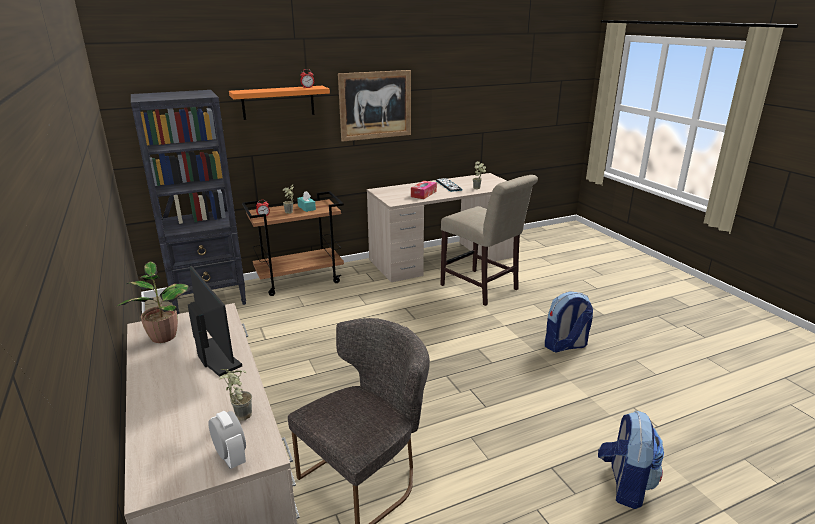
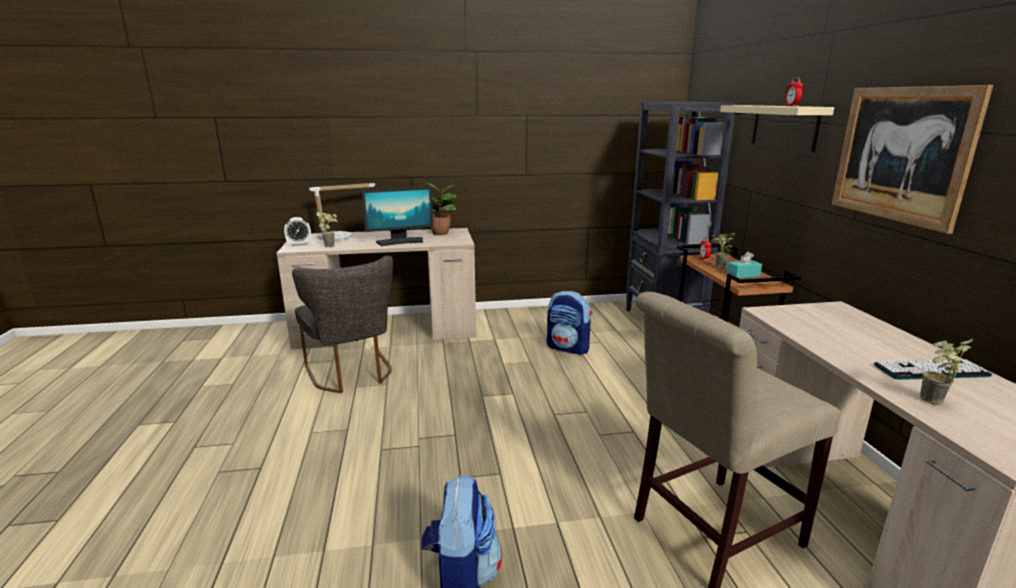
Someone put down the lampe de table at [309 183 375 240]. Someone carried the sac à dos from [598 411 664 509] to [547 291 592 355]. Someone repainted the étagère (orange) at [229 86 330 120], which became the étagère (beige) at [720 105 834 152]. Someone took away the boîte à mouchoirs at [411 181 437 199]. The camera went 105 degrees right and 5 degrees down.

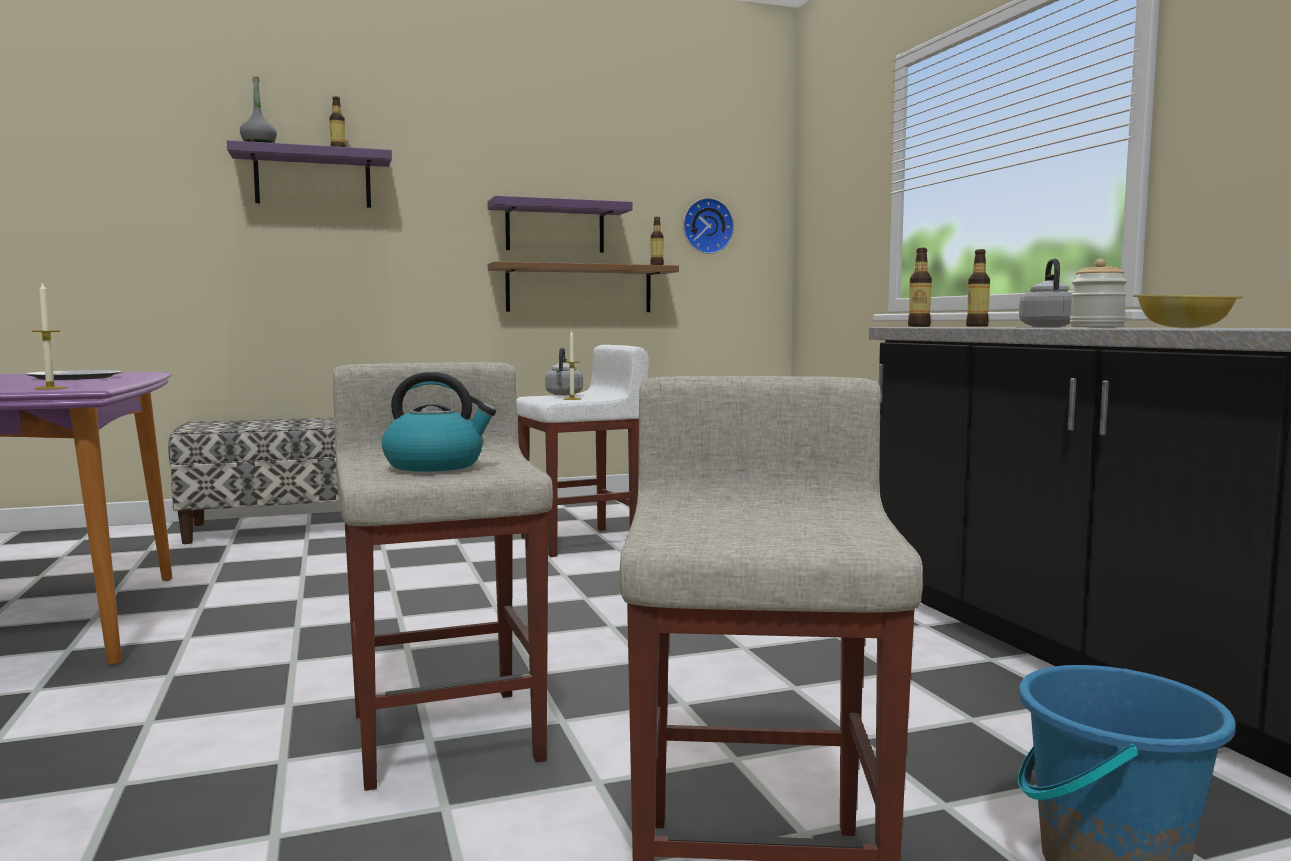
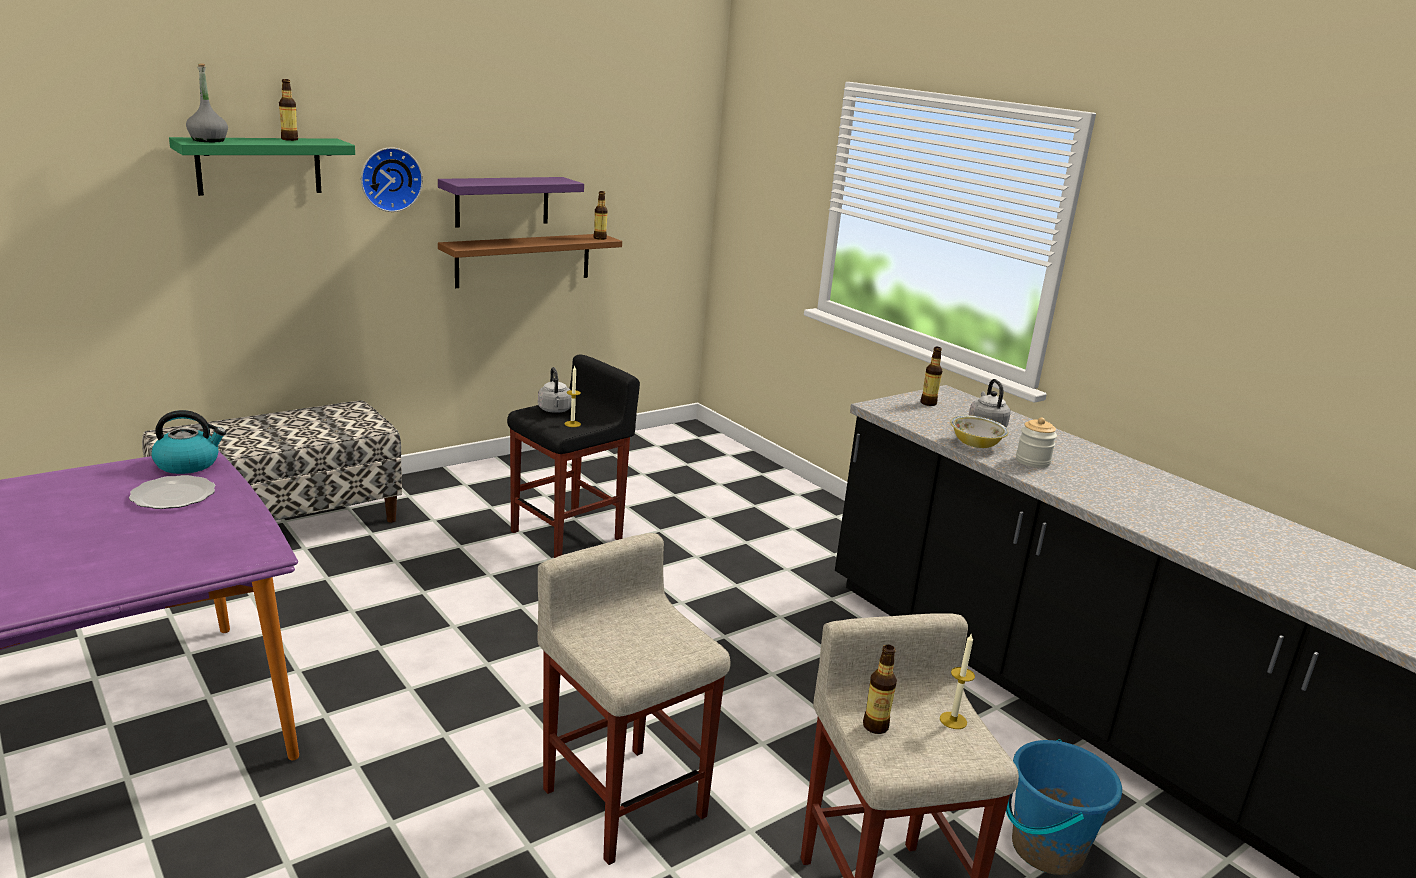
Someone carried the bouilloire from [382 372 496 472] to [151 410 226 474]. Someone repainted the étagère (violet) at [227 140 392 208], which became the étagère (vert) at [169 137 355 196]. Someone carried the horloge murale from [683 198 734 254] to [361 147 423 212]. Someone repainted the tabouret (blanc) at [516 345 649 557], which became the tabouret (noir) at [507 355 640 558]. Someone carried the bouteille from [908 248 932 327] to [863 645 897 734]. Someone carried the bougie from [32 281 67 389] to [940 634 975 729]. Someone carried the bol from [1133 294 1242 328] to [950 415 1008 448]. The camera went 20 degrees left and 15 degrees up.

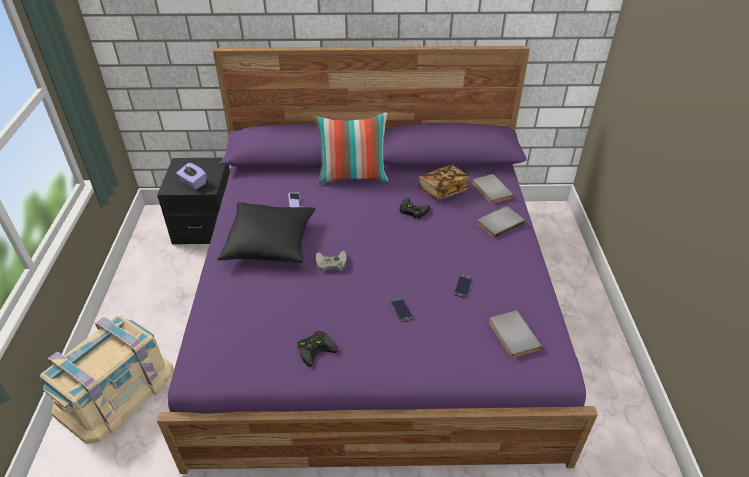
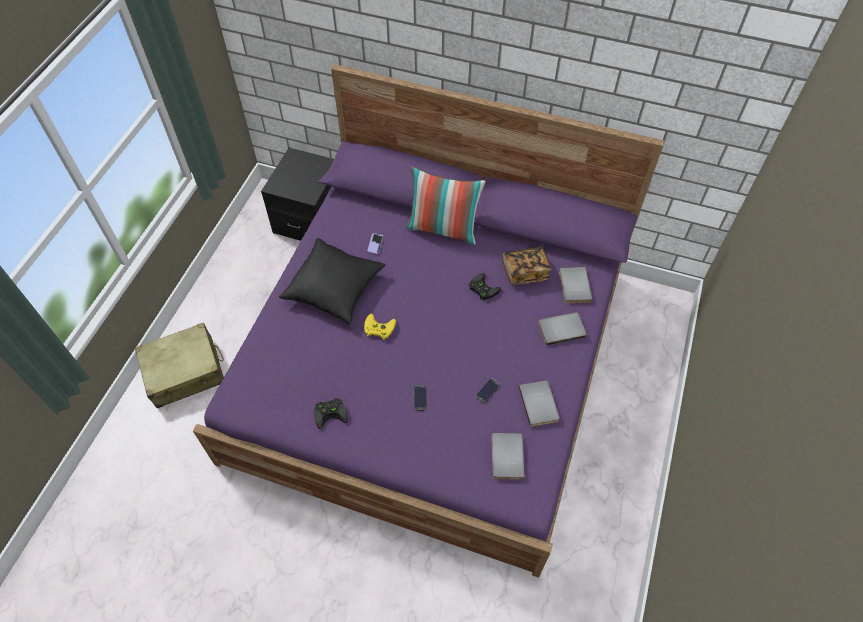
Someone swapped the boîte de rangement (beige) at [40 315 173 444] for the valise (beige) at [135 323 224 408]. Someone repainted the manette (gris) at [316 251 347 272], which became the manette (jaune) at [364 314 396 340]. Someone put down the livre (gris) at [519 380 559 427]. Someone took away the boîte à mouchoirs (violet) at [176 163 206 190]. The camera went 20 degrees right and 15 degrees up.

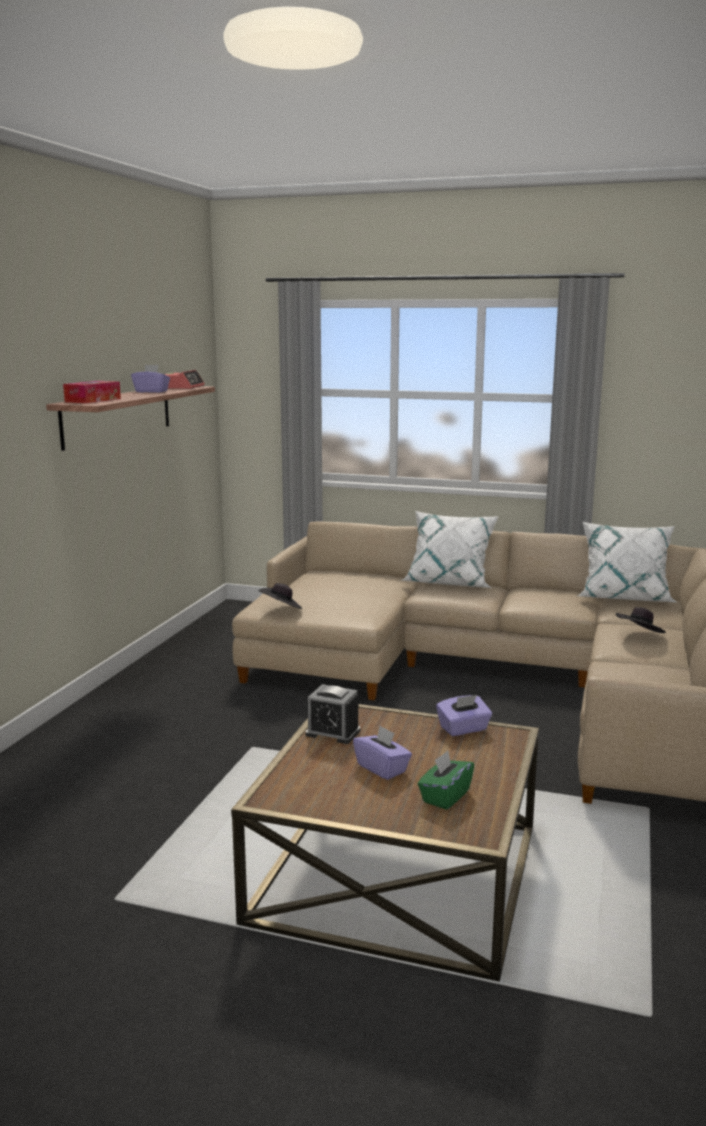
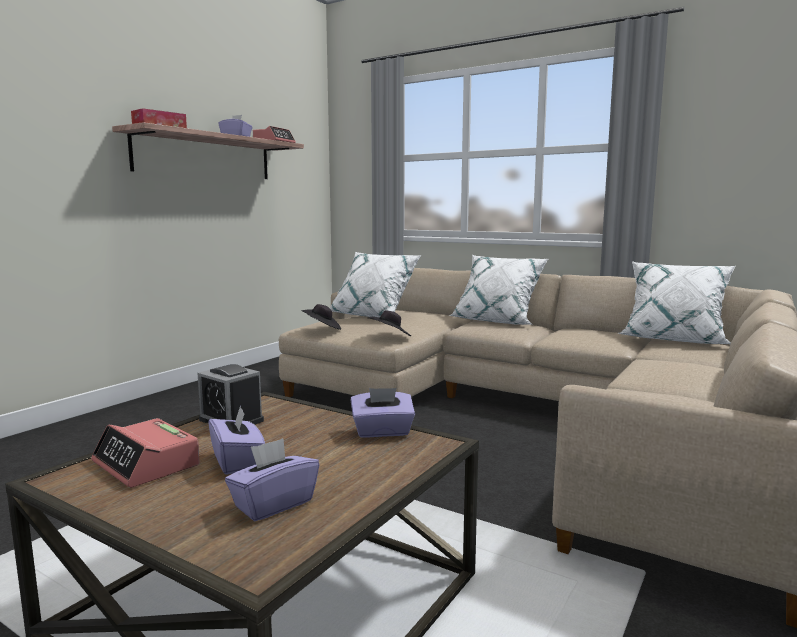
Someone put down the réveil at [91 418 200 488]. Someone repainted the boîte à mouchoirs (vert) at [418 751 474 810], which became the boîte à mouchoirs (violet) at [225 438 319 522]. Someone put down the coussin (blanc) at [330 252 421 318]. Someone carried the chapeau (noir) from [616 607 666 633] to [368 310 411 336]. The camera went 15 degrees right and 5 degrees down.

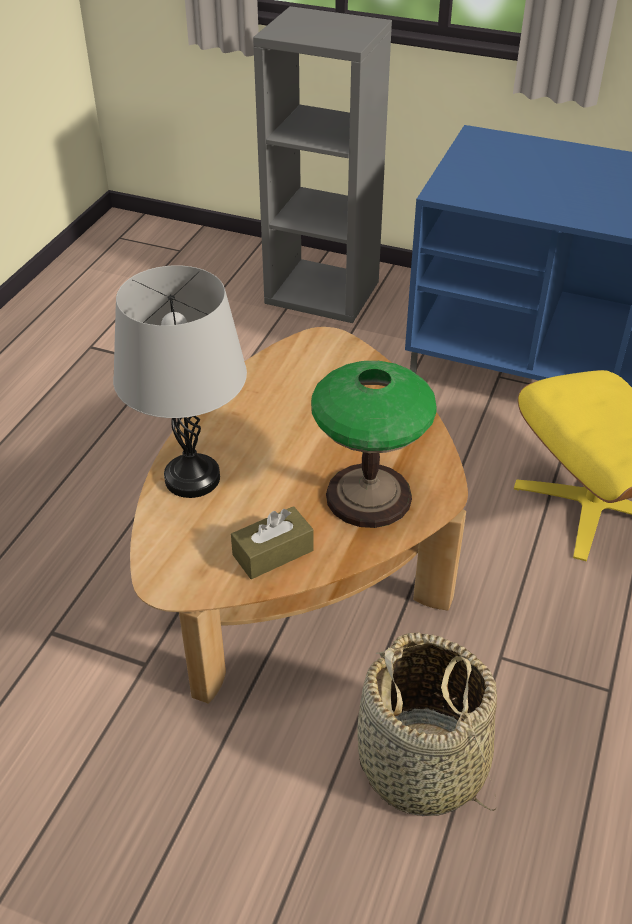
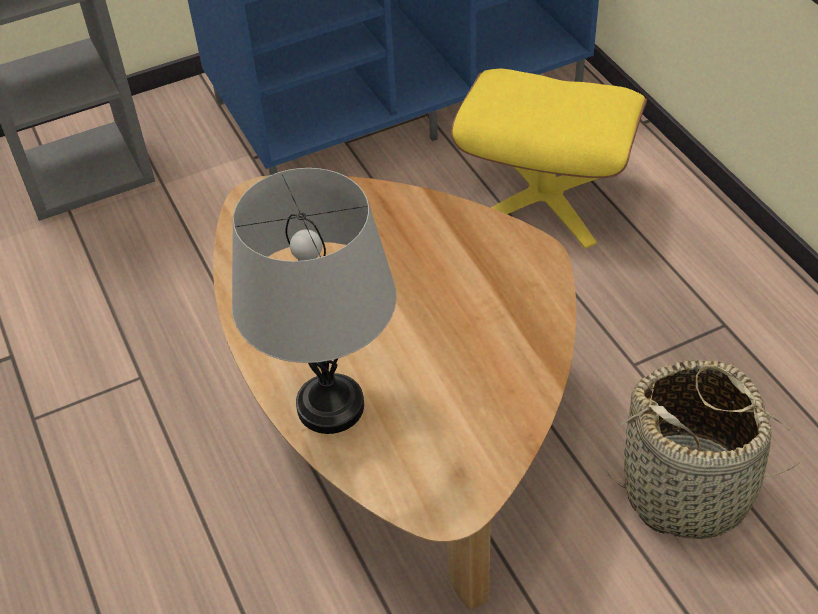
Someone took away the boîte à mouchoirs (marron) at [231 506 314 579]. Someone took away the lampe de table at [311 361 437 528]. The camera went 45 degrees left and 5 degrees up.

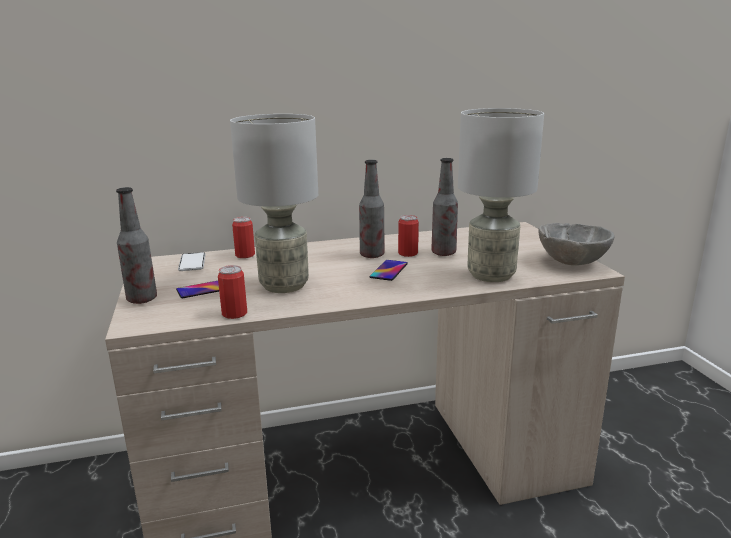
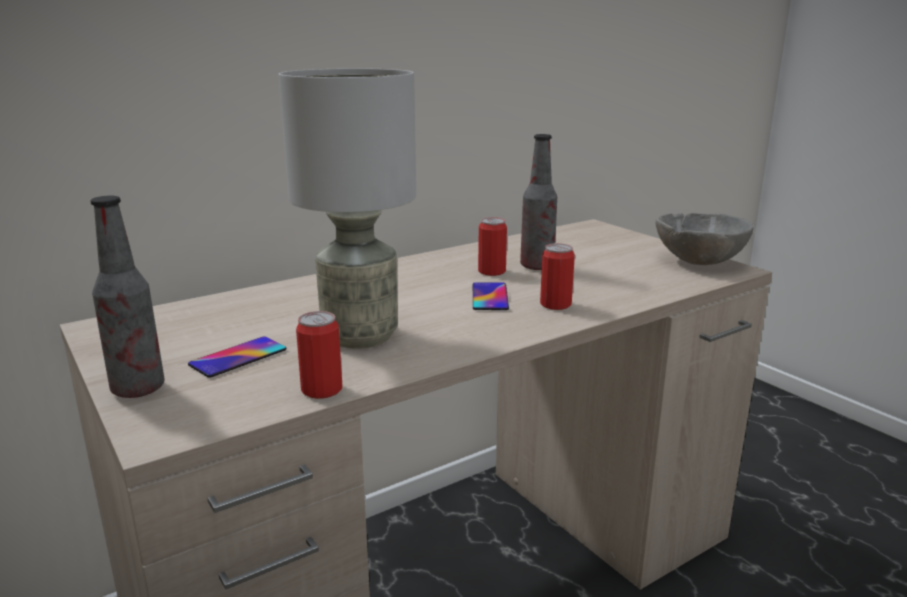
Someone carried the boîte métallique from [232 217 255 258] to [540 243 575 310]. Someone took away the téléphone at [178 252 206 271]. Someone took away the bouteille at [359 160 385 258]. Someone took away the lampe de table (gris) at [458 108 544 282]. The camera went 20 degrees left and 0 degrees up.

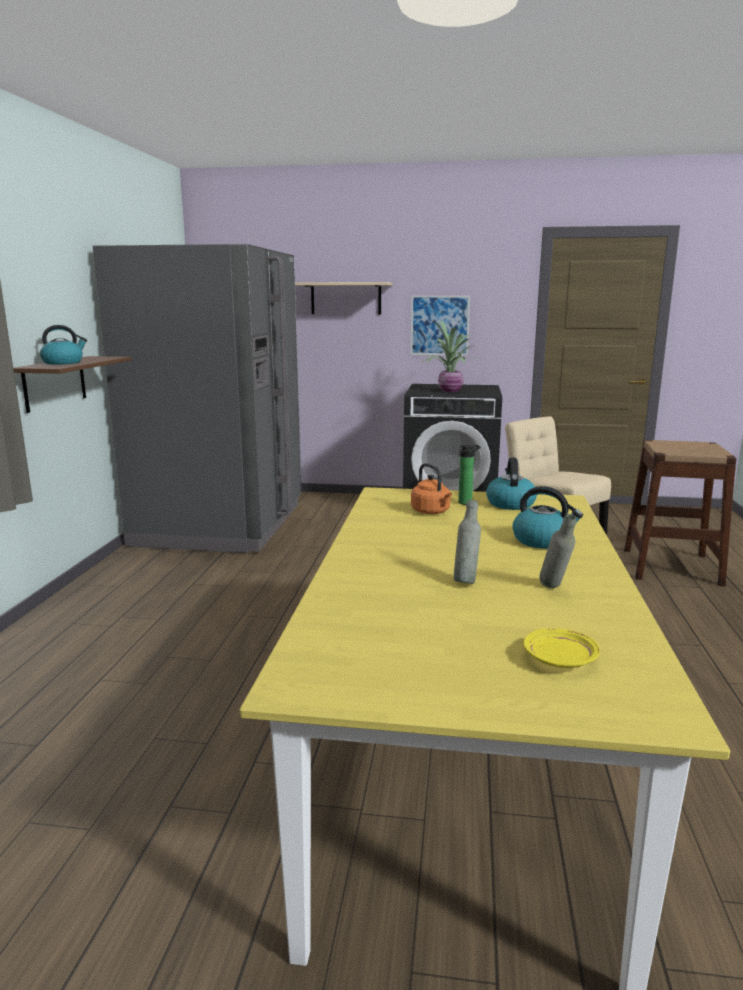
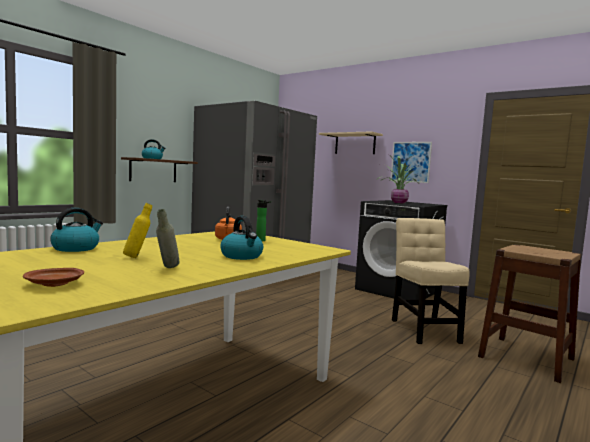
Someone repainted the assiette (jaune) at [524 628 600 668], which became the assiette (marron) at [23 268 84 287]. Someone carried the bouilloire from [486 457 537 510] to [50 208 103 252]. Someone repainted the bouteille (gris) at [454 500 481 584], which became the bouteille (jaune) at [123 203 152 258]. The camera went 30 degrees right and 10 degrees down.

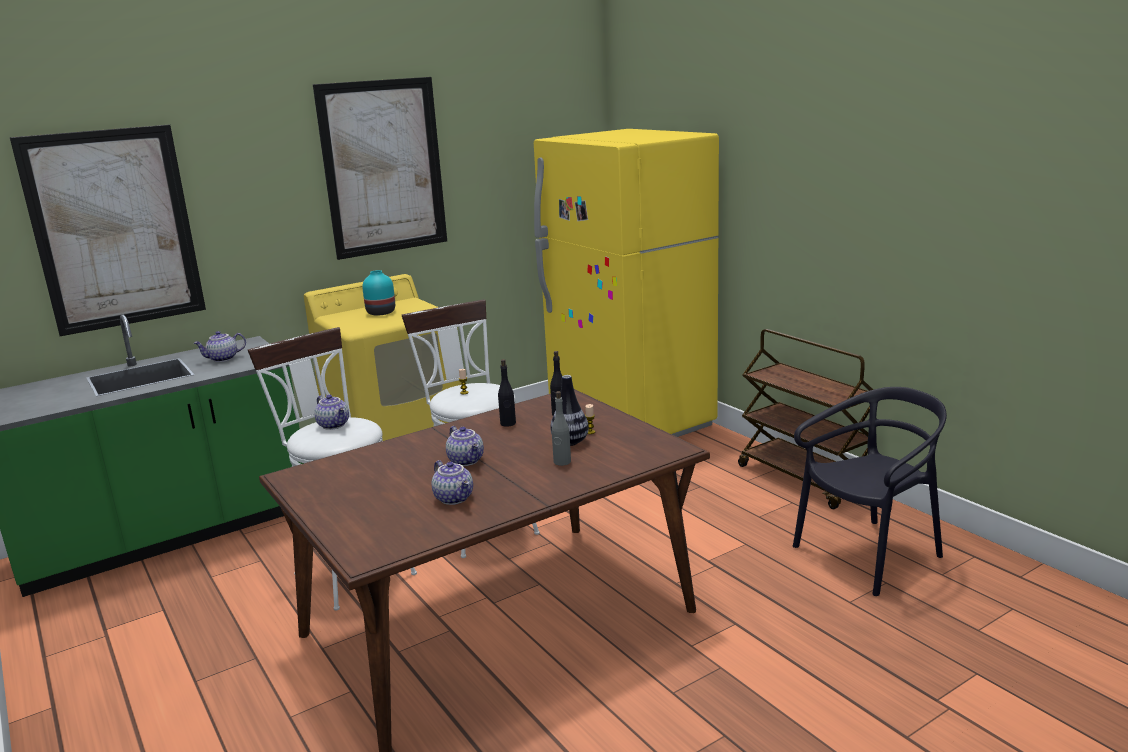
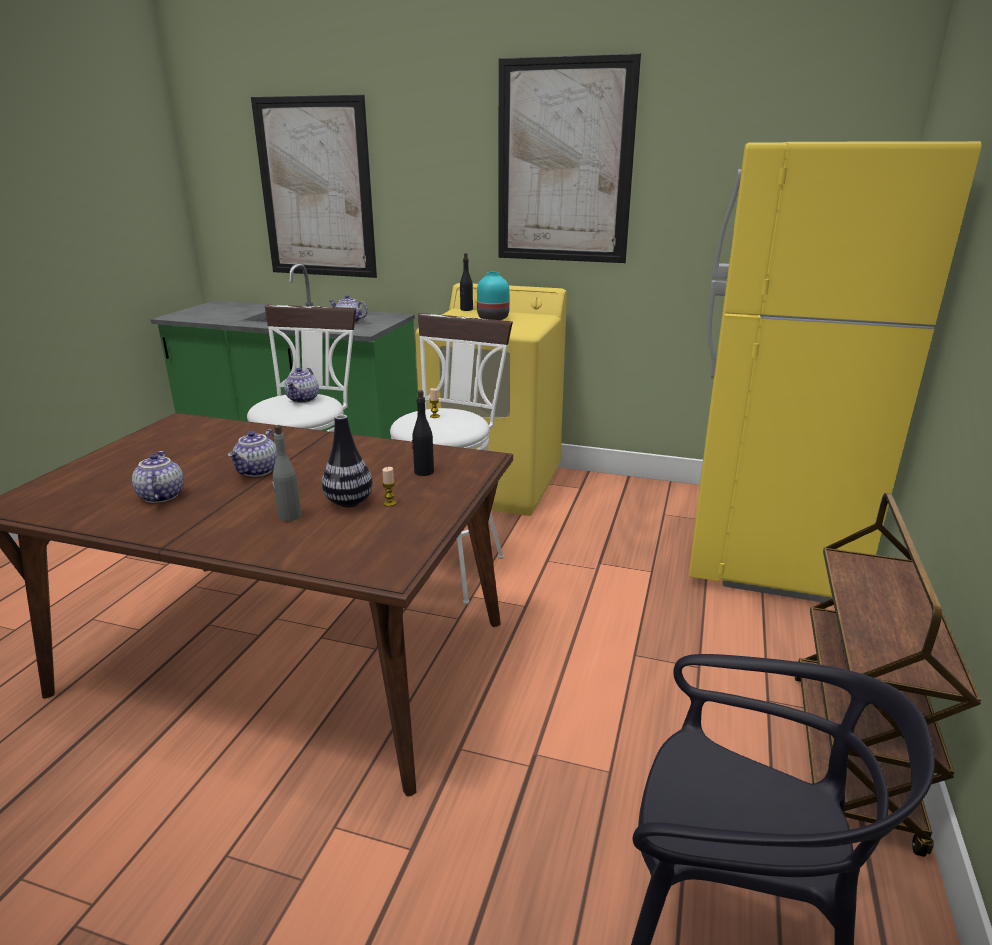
Someone rotated the théière at [432 460 473 505] by 150 degrees clockwise. Someone carried the bouteille (noir) from [498 359 516 427] to [460 253 473 311]. The camera went 50 degrees right and 5 degrees up.

